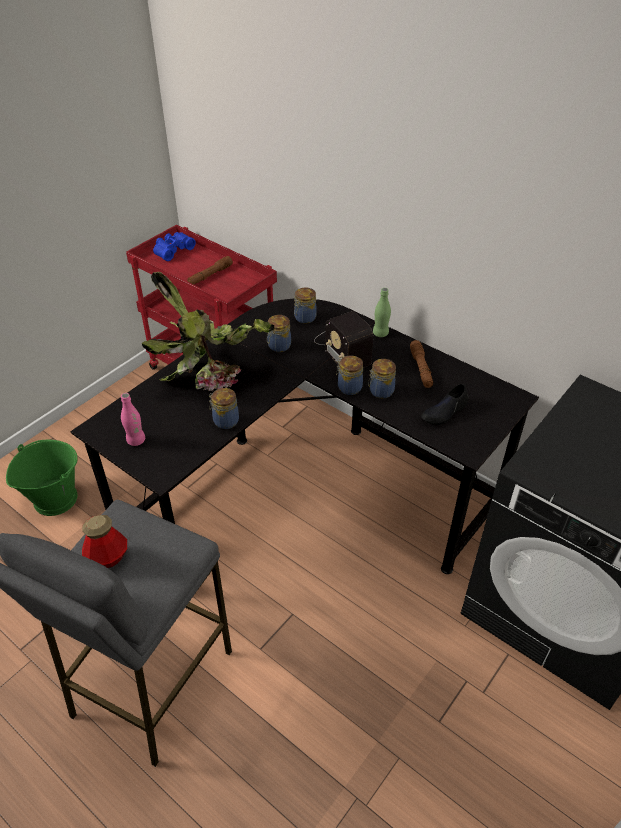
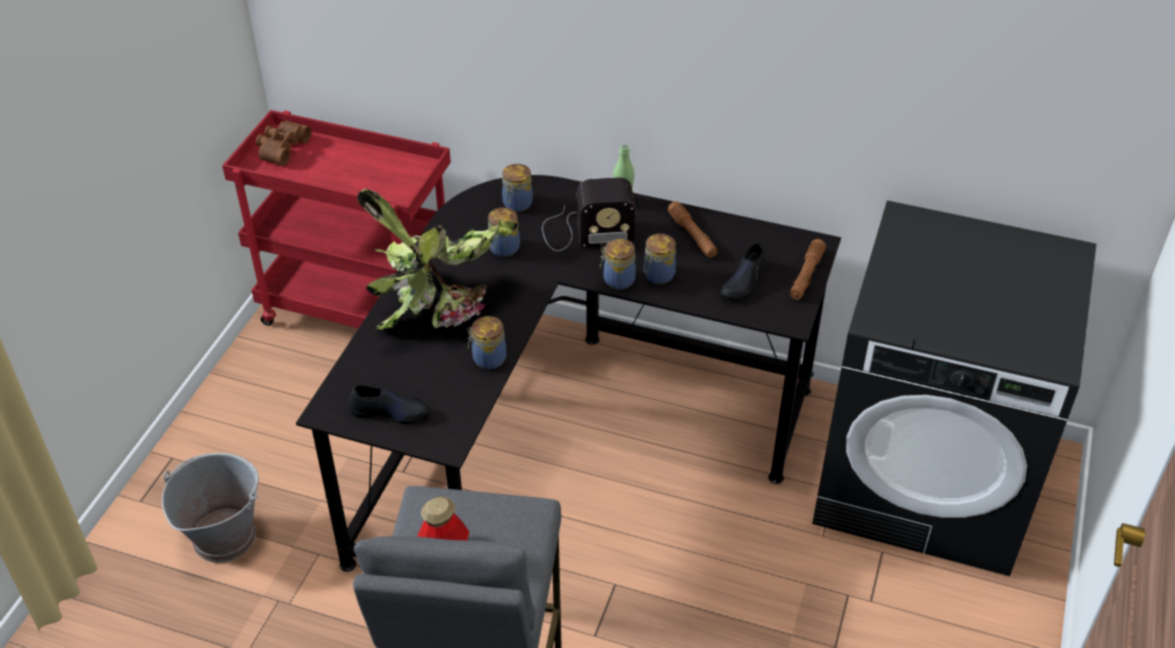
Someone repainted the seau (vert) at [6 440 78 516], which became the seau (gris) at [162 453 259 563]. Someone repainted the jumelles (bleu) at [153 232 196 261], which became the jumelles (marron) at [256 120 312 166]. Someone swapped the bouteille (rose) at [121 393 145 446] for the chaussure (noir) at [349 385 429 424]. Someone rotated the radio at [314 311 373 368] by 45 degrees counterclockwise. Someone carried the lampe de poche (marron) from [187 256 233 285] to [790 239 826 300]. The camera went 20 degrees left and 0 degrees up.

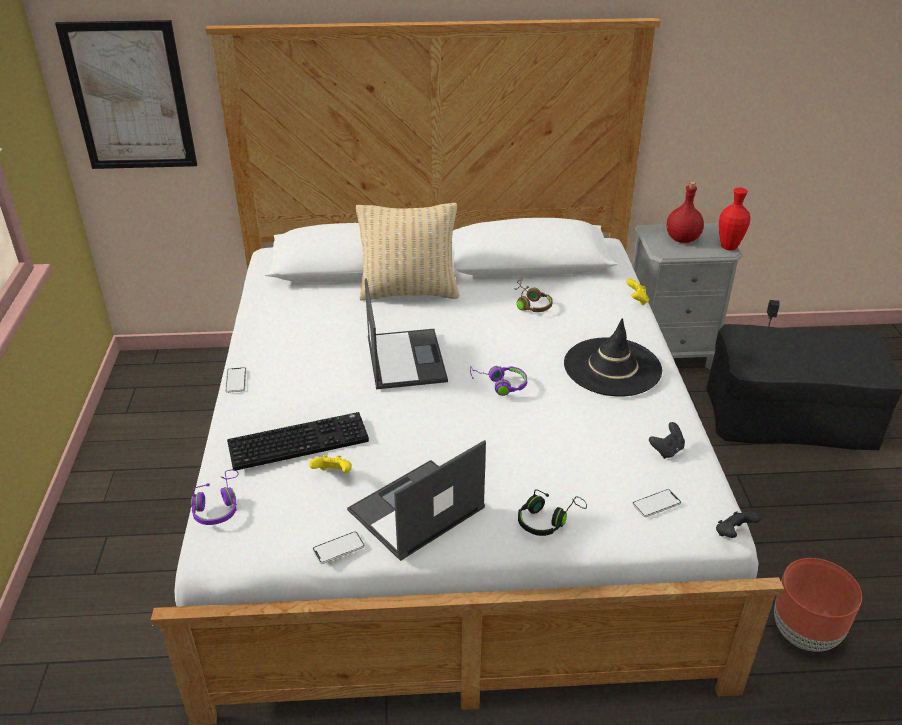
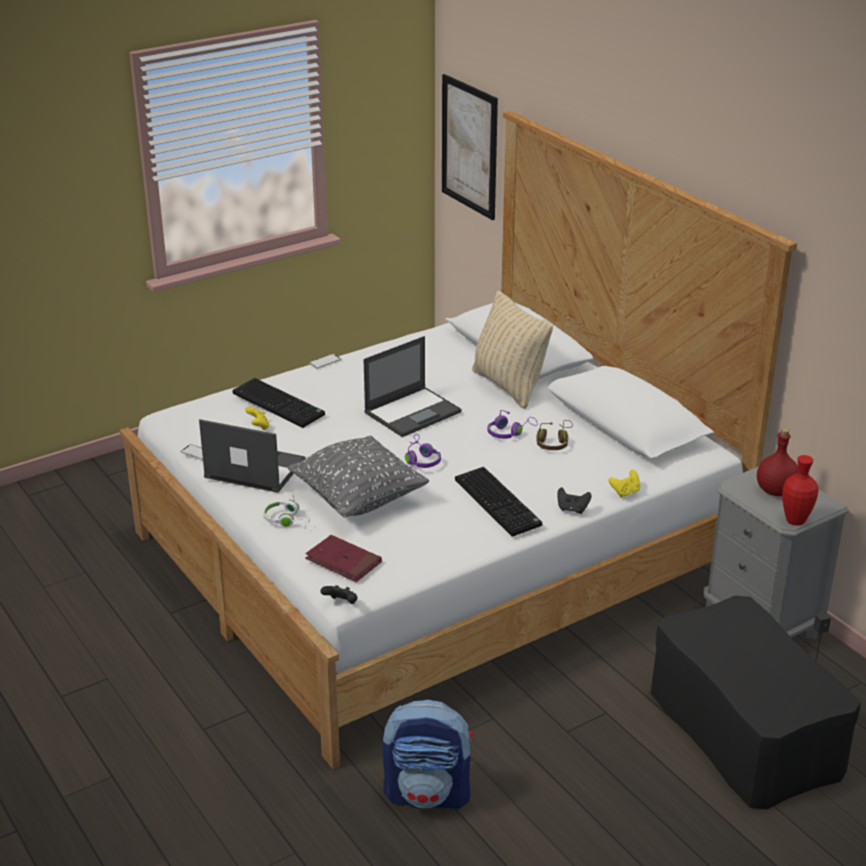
Someone repainted the casque audio (noir) at [518 489 587 536], which became the casque audio (blanc) at [263 495 310 528]. Someone put down the coussin (gris) at [288 436 429 518]. Someone swapped the téléphone at [632 489 681 517] for the livre (rouge) at [305 535 382 582]. Someone swapped the cache-pot (marron) at [774 558 862 652] for the sac à dos at [382 699 474 809]. Someone swapped the chapeau (noir) at [564 318 662 397] for the clavier at [455 467 542 537]. Someone carried the casque audio (violet) from [191 469 239 525] to [488 410 537 439]. Someone carried the manette (noir) from [649 422 685 459] to [557 487 592 514]. The camera went 60 degrees right and 5 degrees down.

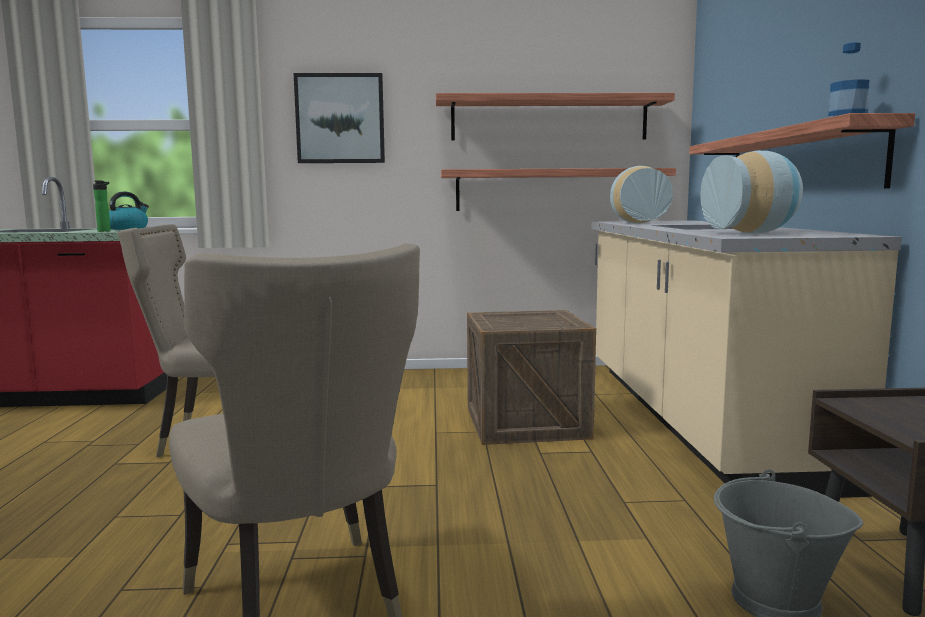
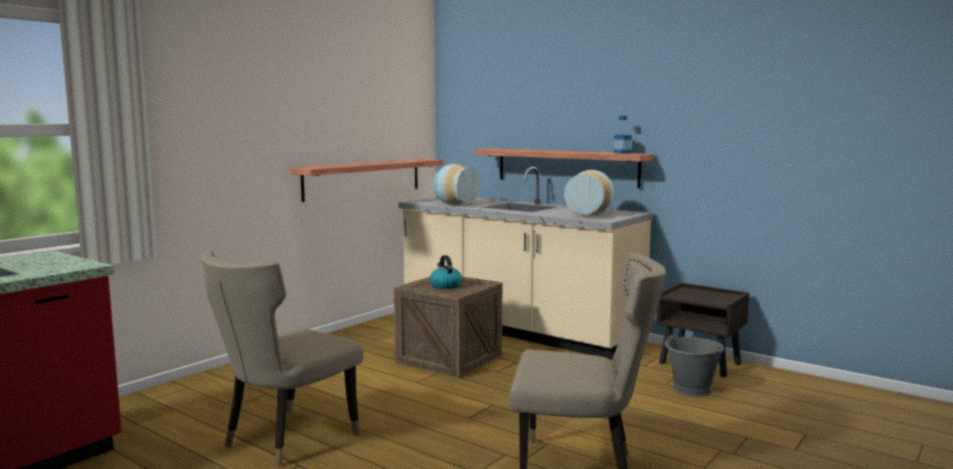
Someone carried the bouilloire from [109 192 149 230] to [430 255 462 289]. Someone took away the bouteille at [93 180 111 232]. Someone took away the tableau at [294 73 385 163]. Someone took away the étagère at [436 93 675 140]. The camera went 50 degrees left and 0 degrees up.

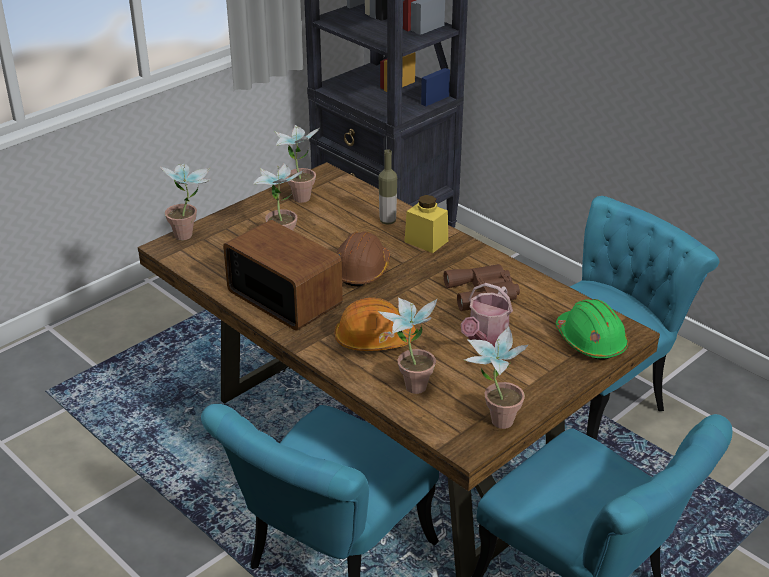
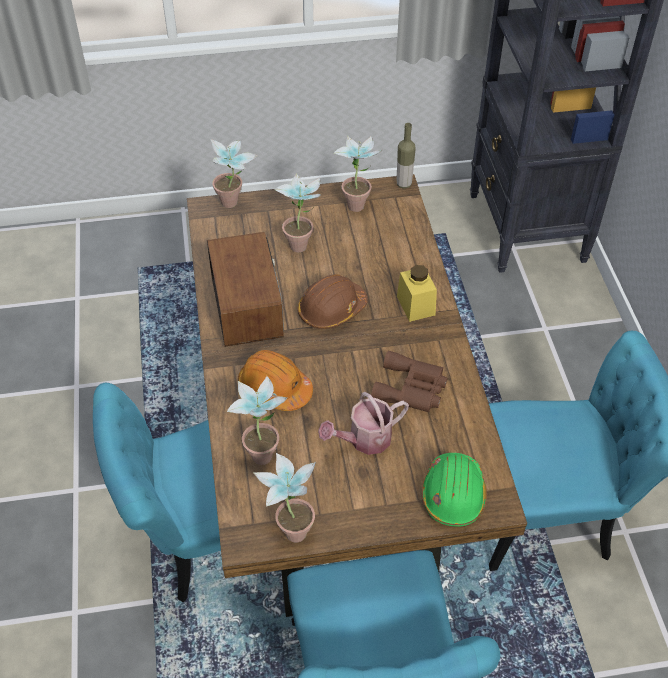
Someone carried the bouteille from [379 149 397 225] to [396 123 416 189]. The camera went 35 degrees right and 15 degrees up.

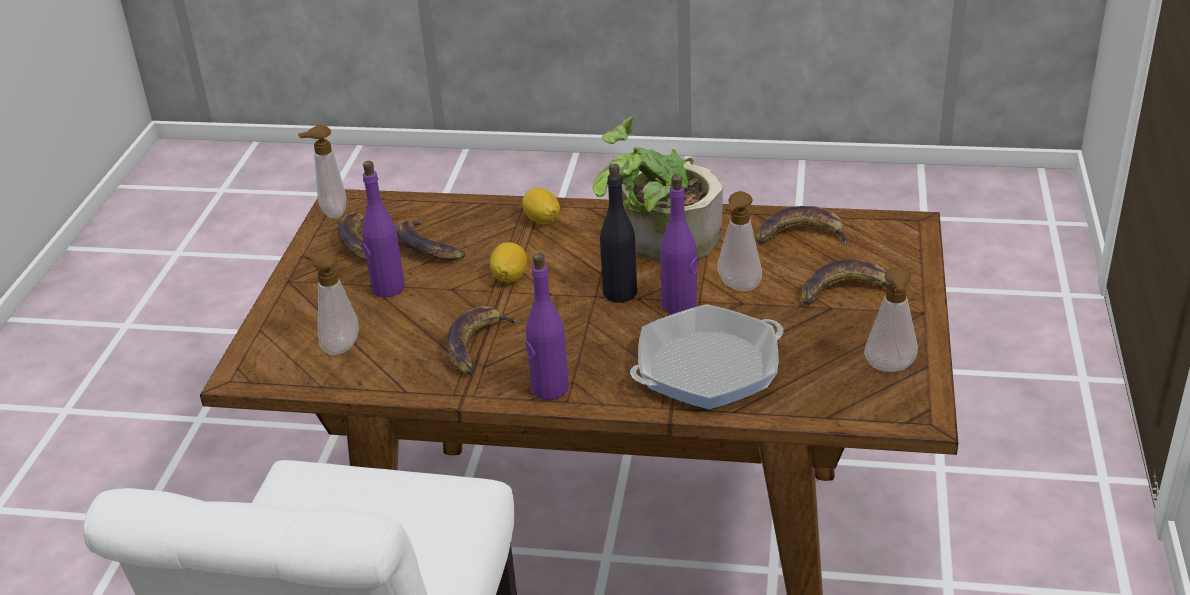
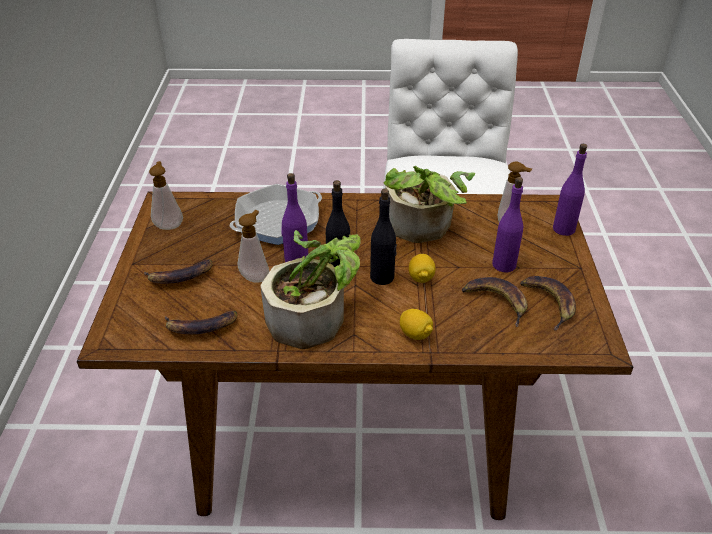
Someone put down the bouteille (noir) at [370 189 397 285]. Someone swapped the banane at [446 306 521 374] for the plante en pot at [384 166 475 243]. Someone carried the bouteille (violet) from [526 253 569 400] to [553 144 587 236]. Someone took away the distributeur de savon at [298 125 346 218]. The camera went 170 degrees right and 5 degrees up.

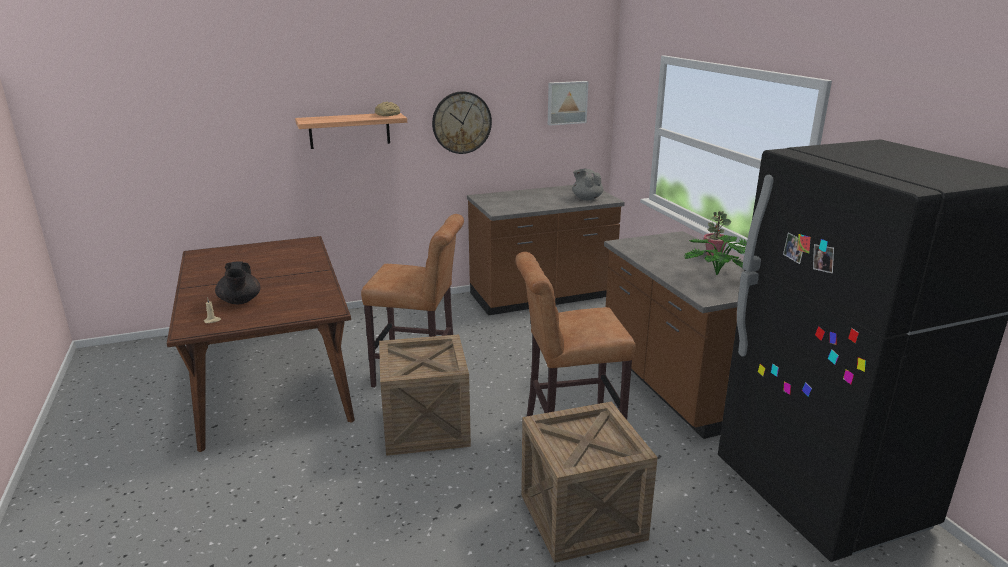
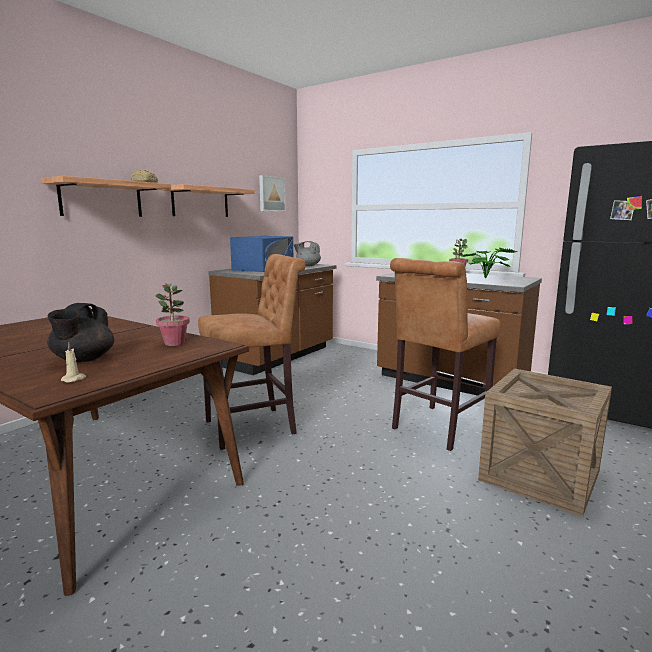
Someone rotated the théière (noir) at [215 261 261 304] by 60 degrees clockwise. Someone put down the plante en pot at [156 283 190 346]. Someone swapped the horloge murale at [432 91 492 154] for the étagère at [162 184 255 217]. Someone put down the micro-ondes (bleu) at [230 236 293 272]. Someone took away the caisse at [379 334 471 456]. The camera went 35 degrees left and 10 degrees down.

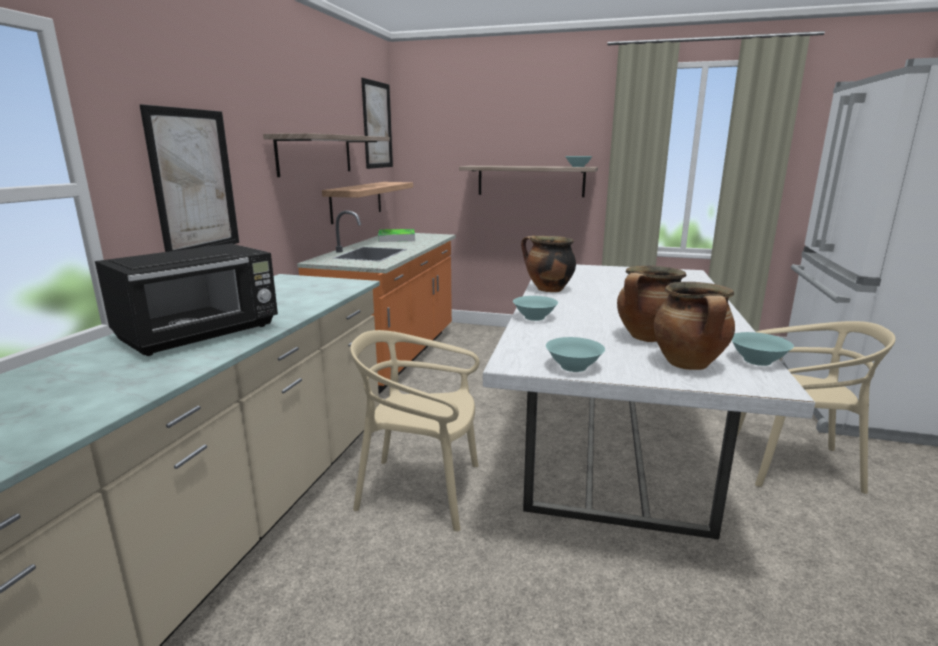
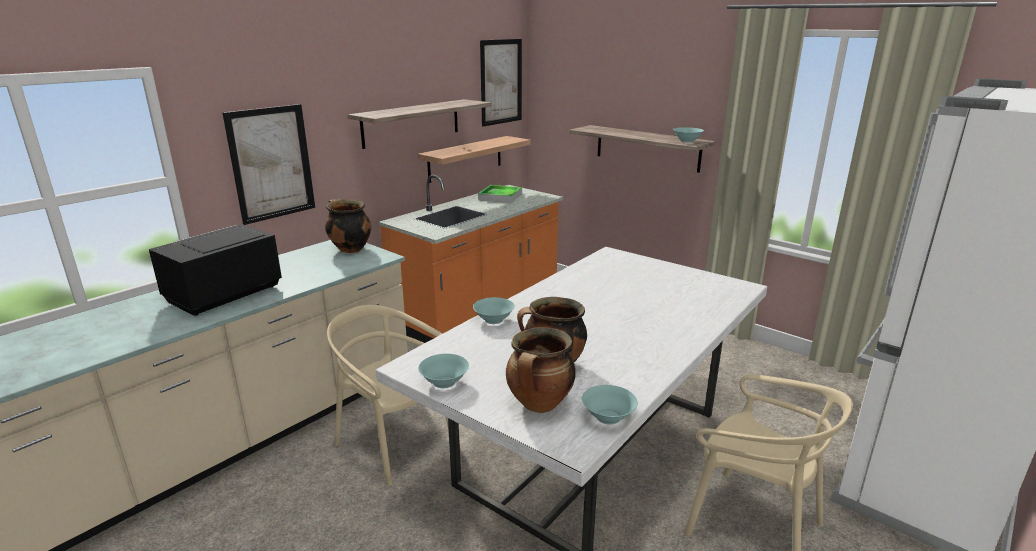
Someone rotated the micro-ondes (noir) at [95 243 278 356] by 150 degrees clockwise. Someone carried the marmite from [521 235 576 292] to [325 199 371 253]. The camera went 25 degrees right and 5 degrees up.

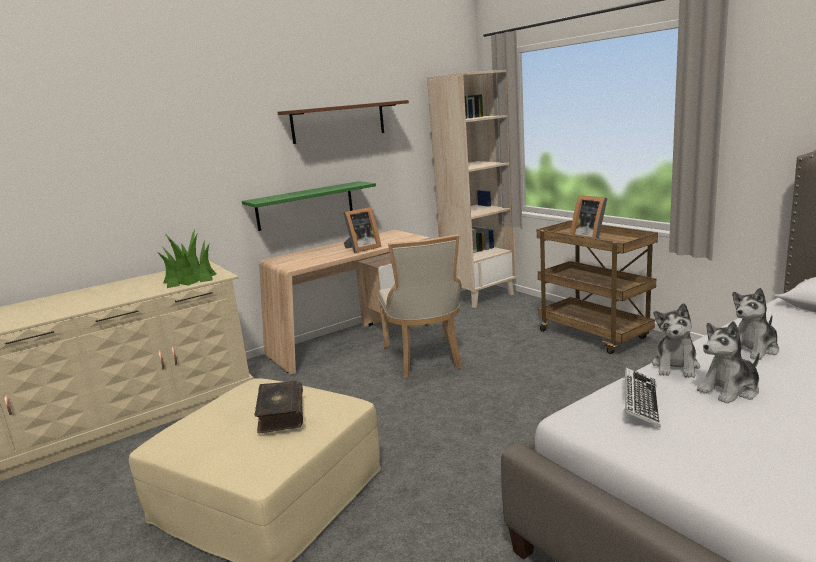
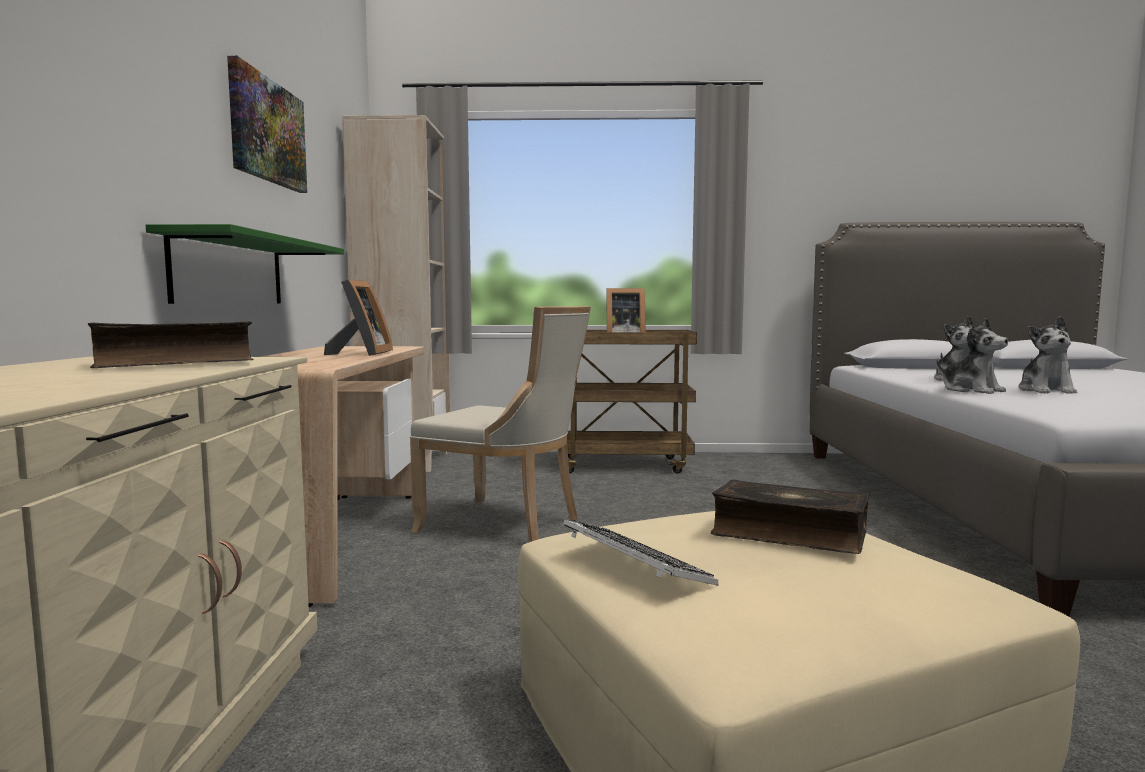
Someone swapped the plante en pot at [157 230 216 288] for the livre at [88 321 254 368]. Someone swapped the étagère (marron) at [278 100 409 144] for the tableau at [227 55 307 193]. Someone carried the clavier from [623 368 661 428] to [563 520 718 586]. The camera went 55 degrees left and 10 degrees down.

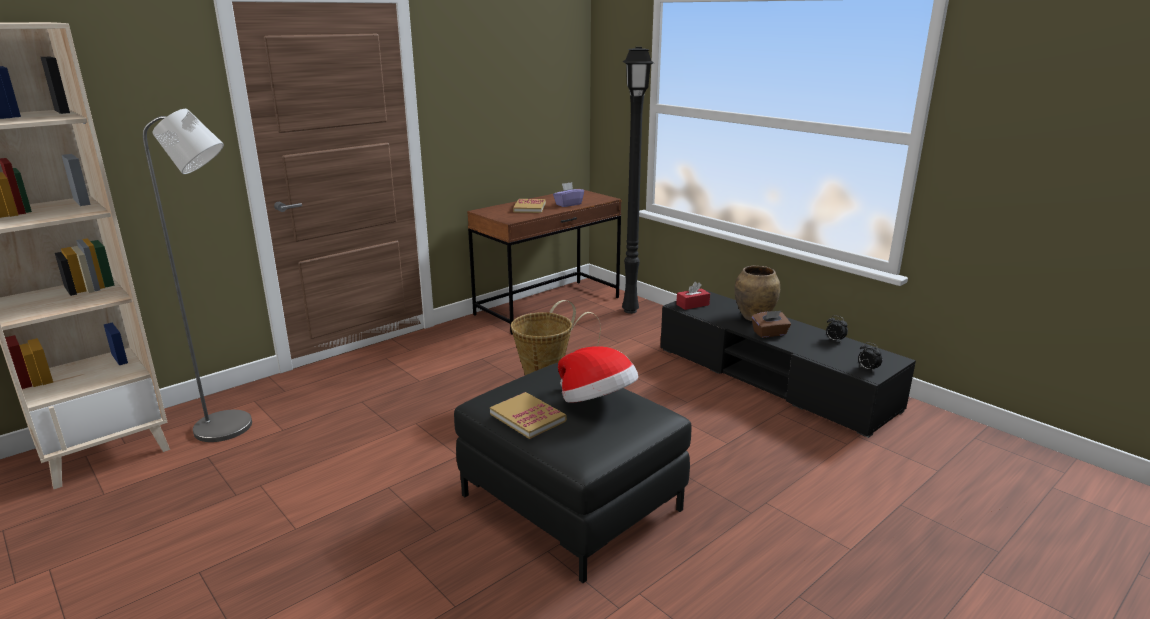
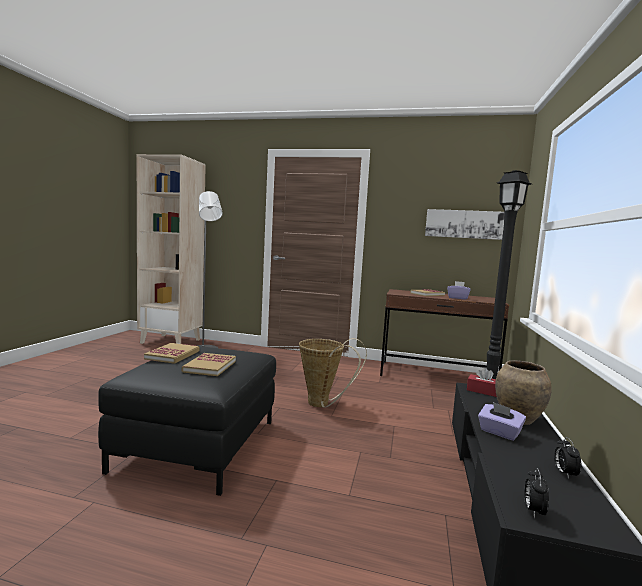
Someone swapped the chapeau at [558 346 638 403] for the livre at [182 353 236 376]. Someone put up the tableau at [425 209 504 240]. Someone repainted the boîte à mouchoirs (marron) at [752 311 791 338], which became the boîte à mouchoirs (violet) at [478 402 526 441]. The camera went 55 degrees right and 15 degrees down.

